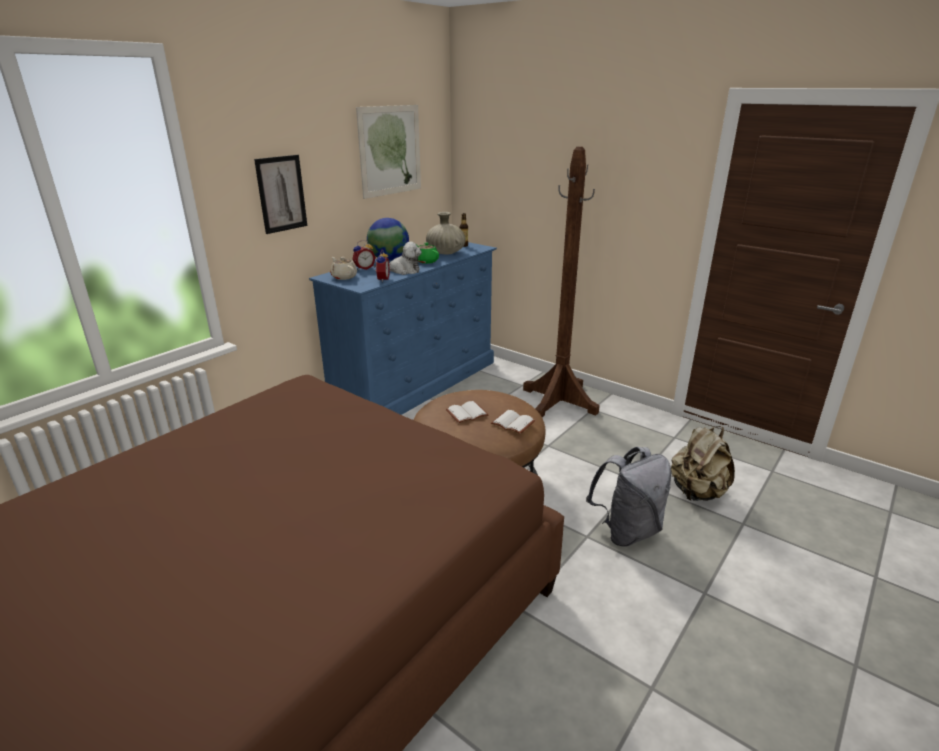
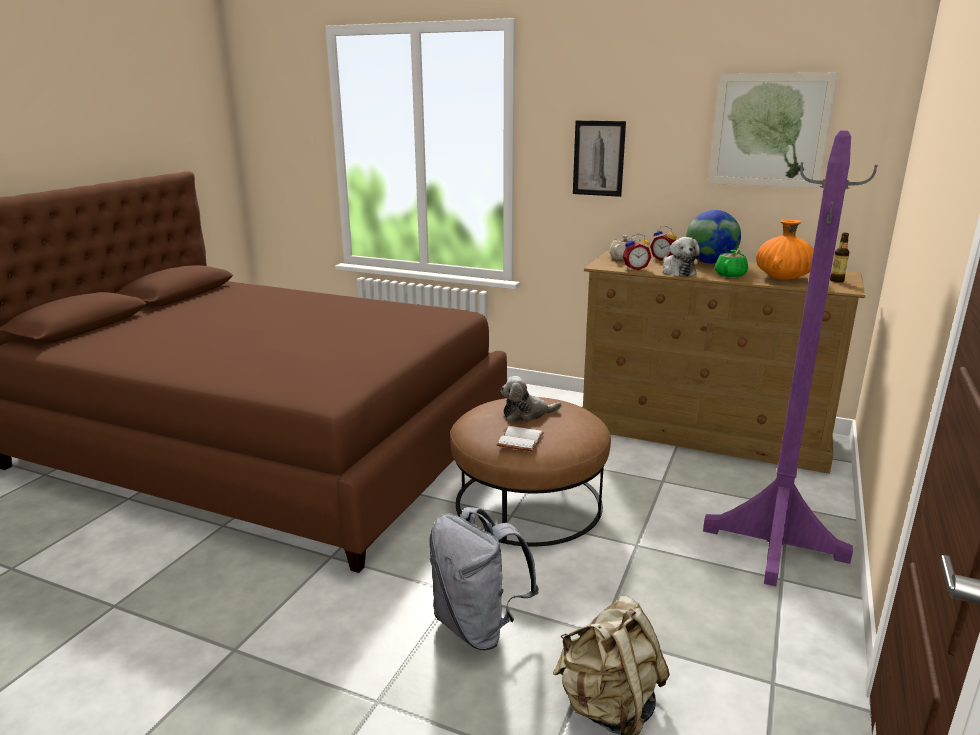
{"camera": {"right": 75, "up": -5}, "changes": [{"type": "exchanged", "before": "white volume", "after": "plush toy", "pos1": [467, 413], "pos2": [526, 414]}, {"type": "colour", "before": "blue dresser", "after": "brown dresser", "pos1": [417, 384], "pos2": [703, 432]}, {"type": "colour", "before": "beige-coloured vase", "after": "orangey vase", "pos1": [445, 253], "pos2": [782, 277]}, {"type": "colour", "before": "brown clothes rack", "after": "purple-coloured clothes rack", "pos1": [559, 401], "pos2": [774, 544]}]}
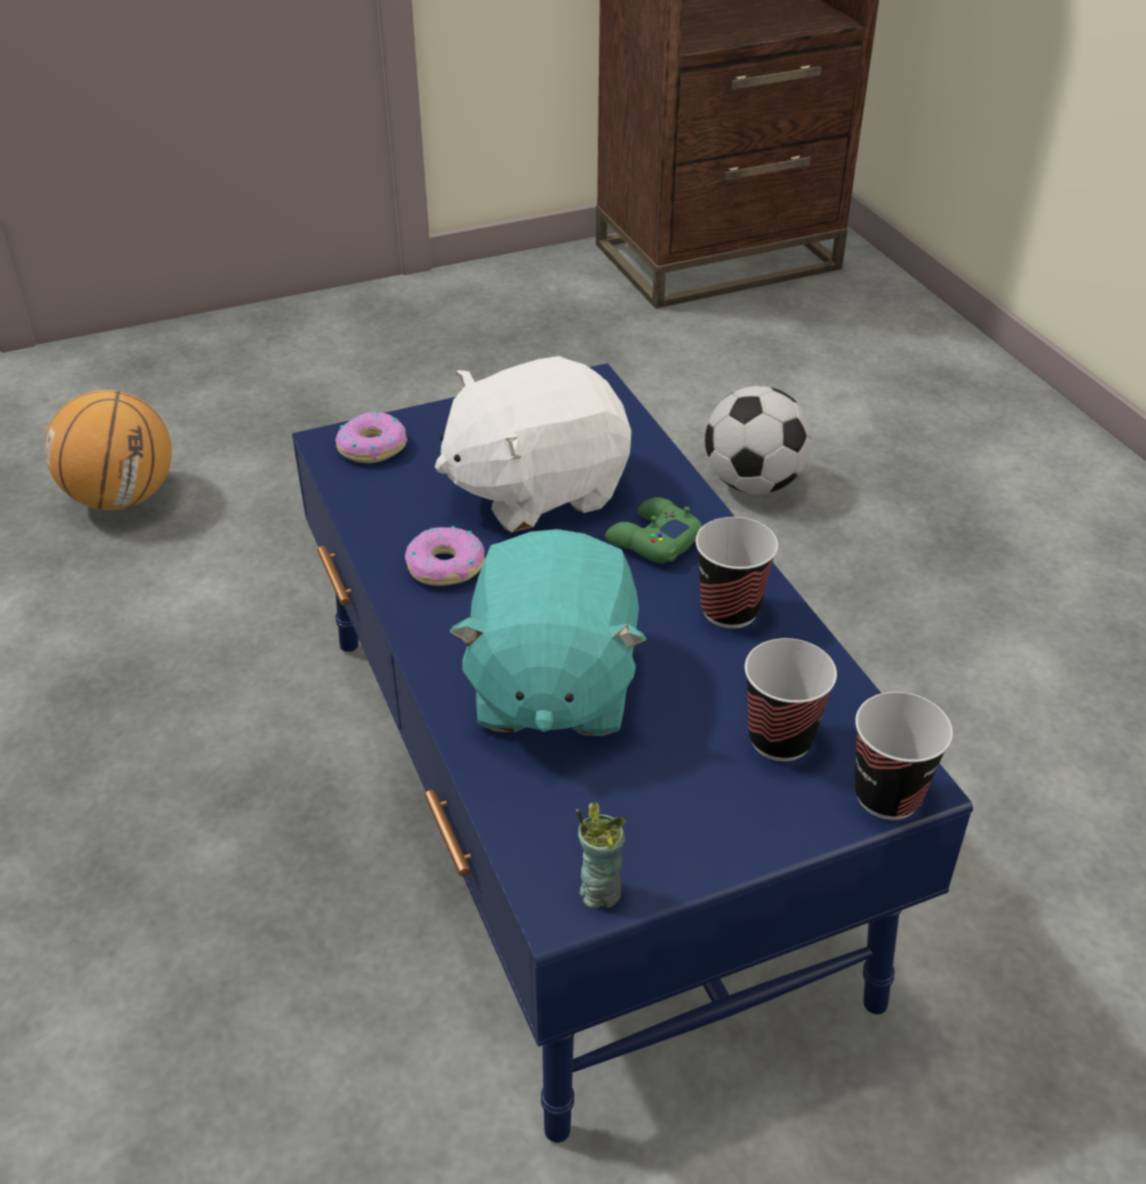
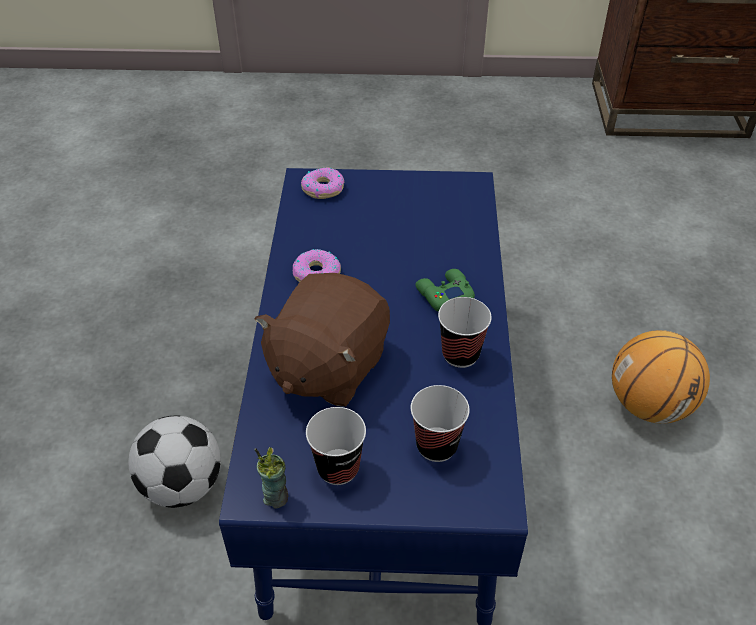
{"camera": {"right": 25, "up": 5}, "changes": [{"type": "missing", "before": "white plush toy", "pos1": [535, 489]}, {"type": "relocated", "before": "basketball", "pos1": [123, 498], "pos2": [649, 405]}, {"type": "relocated", "before": "football", "pos1": [754, 483], "pos2": [183, 486]}, {"type": "relocated", "before": "small cup", "pos1": [887, 795], "pos2": [338, 468]}, {"type": "colour", "before": "turquoise-coloured plush toy", "after": "brown plush toy", "pos1": [551, 687], "pos2": [327, 366]}]}
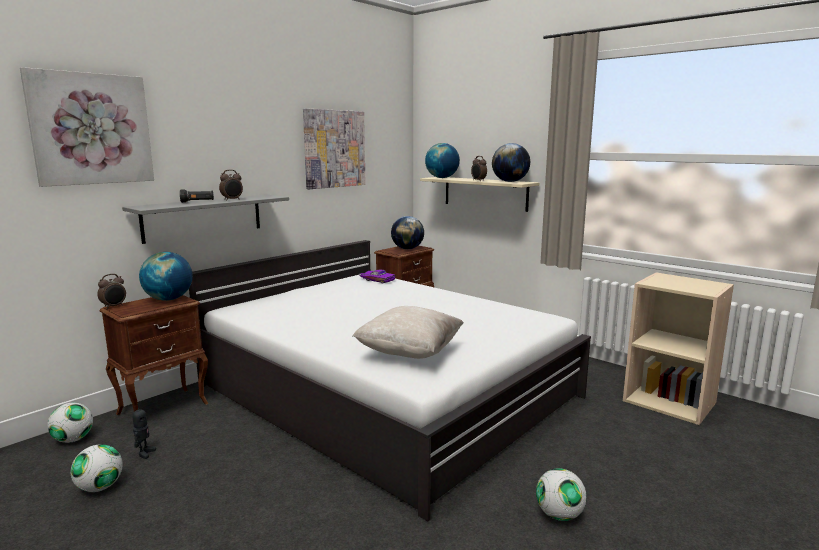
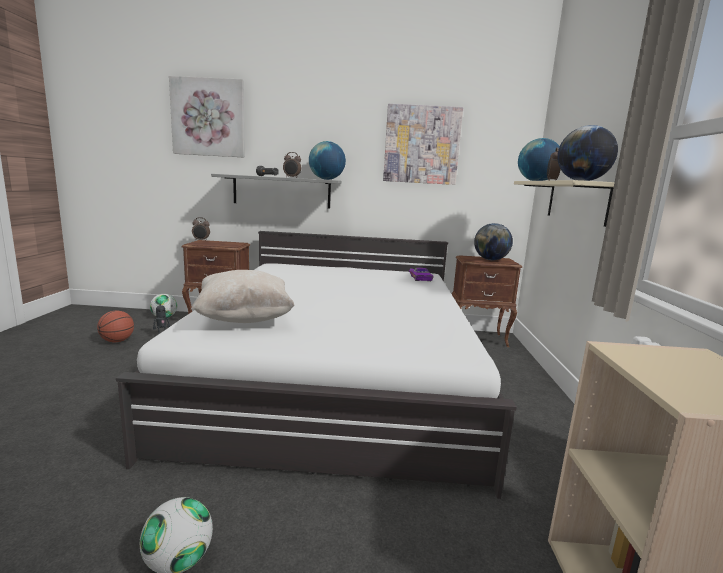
{"camera": {"right": 50, "up": 0}, "changes": [{"type": "relocated", "before": "desk globe", "pos1": [168, 299], "pos2": [326, 179]}, {"type": "exchanged", "before": "football", "after": "basketball", "pos1": [100, 487], "pos2": [117, 341]}]}
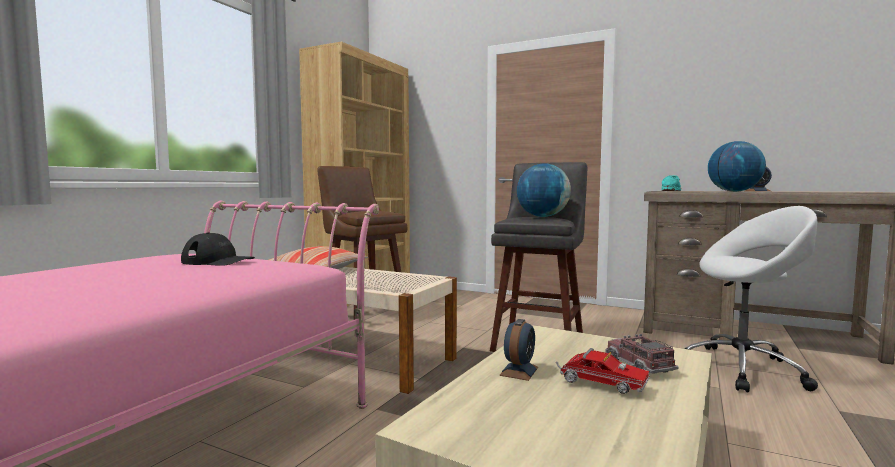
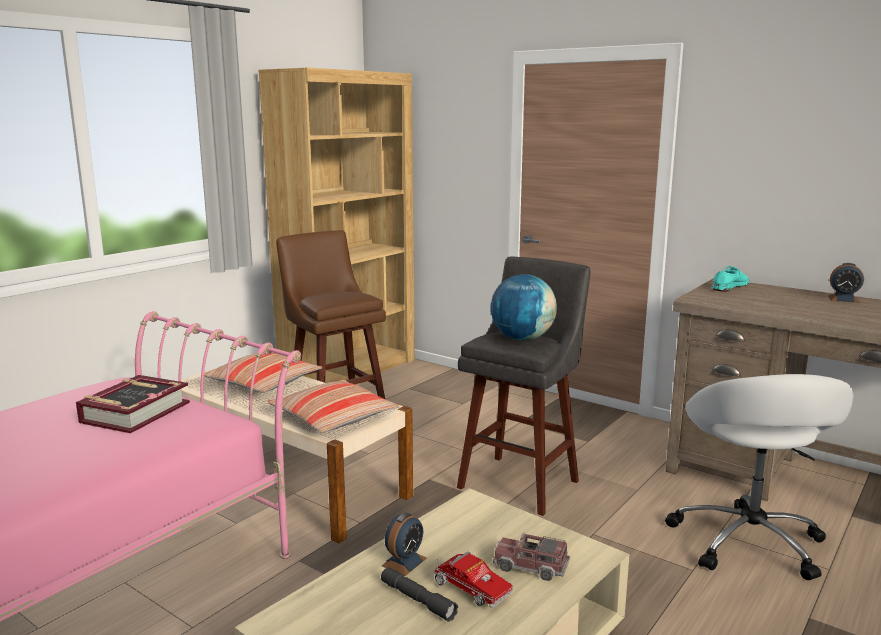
{"camera": {"right": 10, "up": 10}, "changes": [{"type": "missing", "before": "desk globe", "pos1": [734, 191]}, {"type": "appeared", "after": "throw pillow", "pos2": [334, 418]}, {"type": "appeared", "after": "gray hand torch", "pos2": [417, 600]}, {"type": "exchanged", "before": "blackish peaked cap", "after": "volume", "pos1": [218, 261], "pos2": [135, 412]}, {"type": "spun", "before": "model truck", "pos1": [639, 366], "pos2": [531, 567], "turn": -60}, {"type": "spun", "before": "white computer chair", "pos1": [745, 369], "pos2": [749, 544], "turn": 75}]}
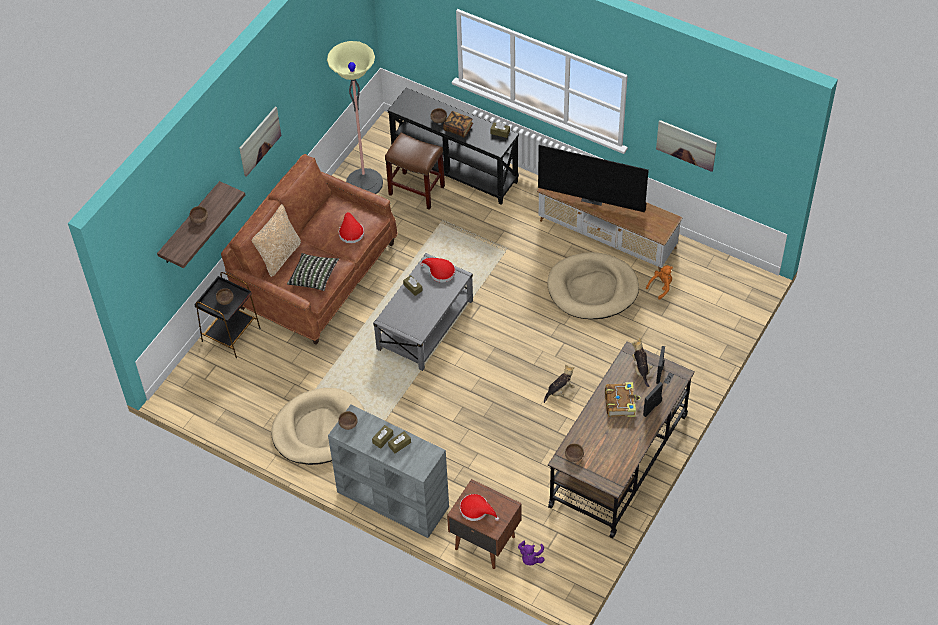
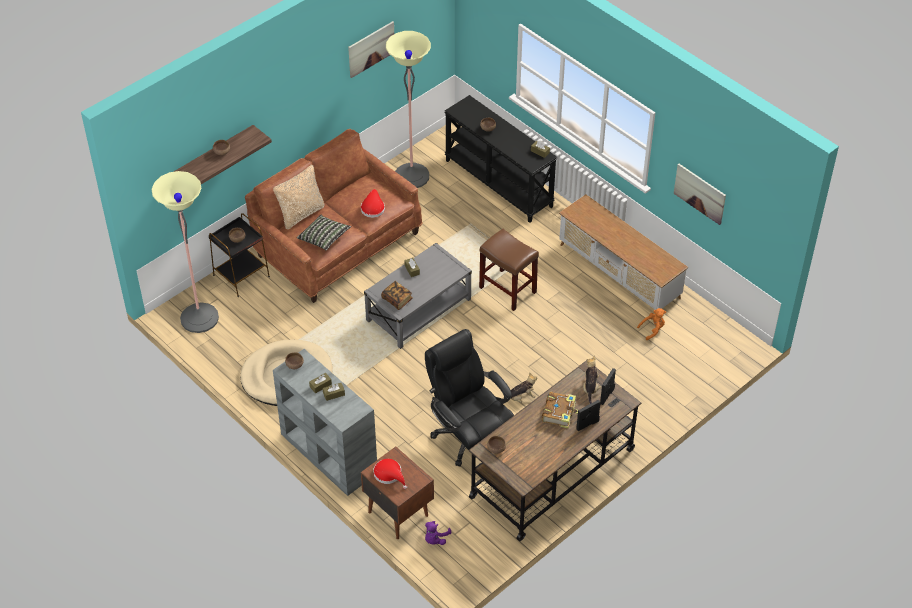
{"camera": {"right": 15, "up": -5}, "changes": [{"type": "missing", "before": "red-coloured clothing hat", "pos1": [440, 272]}, {"type": "missing", "before": "TV", "pos1": [593, 198]}, {"type": "missing", "before": "beige-coloured pet bed", "pos1": [592, 289]}, {"type": "appeared", "after": "floor lamp", "pos2": [199, 318]}, {"type": "appeared", "after": "blackish computer chair", "pos2": [469, 436]}, {"type": "relocated", "before": "wall picture", "pos1": [259, 141], "pos2": [371, 49]}, {"type": "relocated", "before": "brown stool", "pos1": [417, 190], "pos2": [508, 290]}, {"type": "relocated", "before": "volume", "pos1": [458, 128], "pos2": [397, 300]}]}
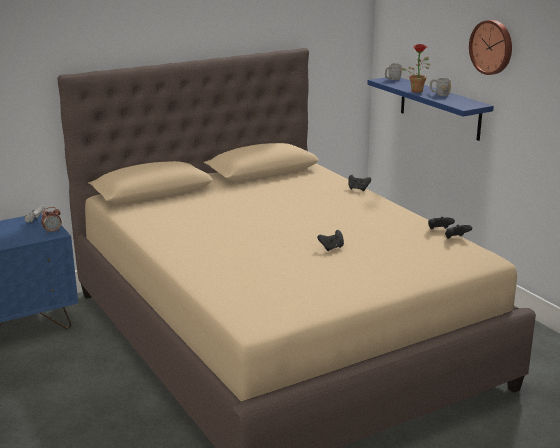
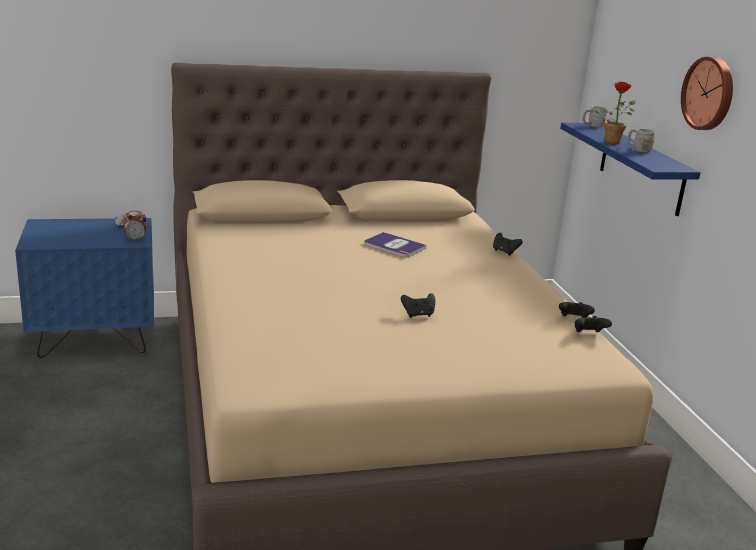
{"camera": {"right": 15, "up": 0}, "changes": [{"type": "appeared", "after": "volume", "pos2": [394, 246]}]}
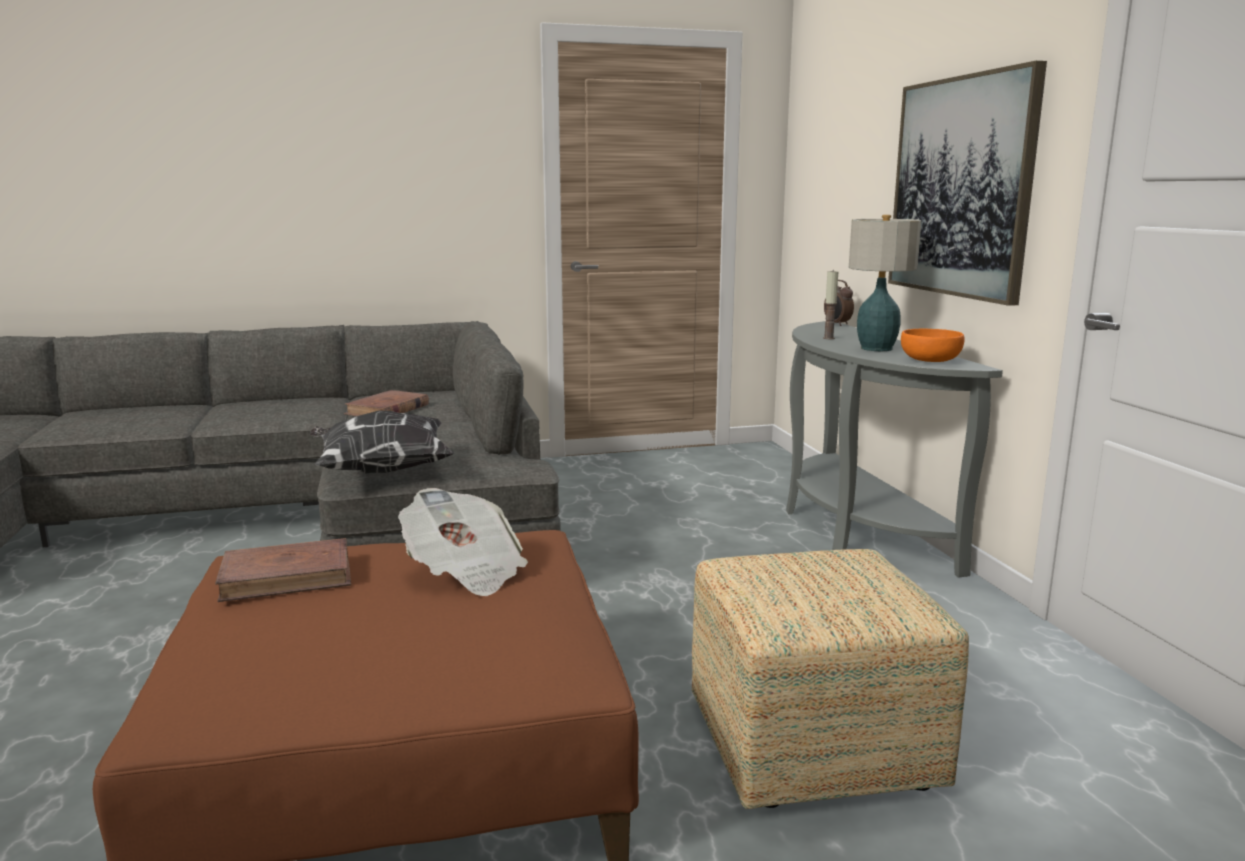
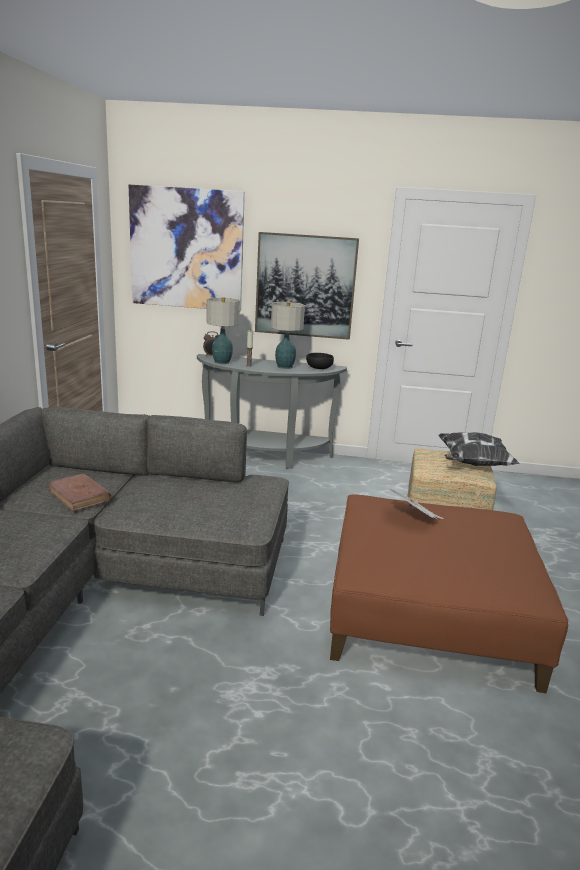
{"camera": {"right": -70, "up": 5}, "changes": [{"type": "missing", "before": "brown volume", "pos1": [288, 576]}, {"type": "appeared", "after": "wall picture", "pos2": [187, 249]}, {"type": "appeared", "after": "lamp for a table", "pos2": [221, 362]}, {"type": "relocated", "before": "throw pillow", "pos1": [381, 471], "pos2": [472, 464]}, {"type": "colour", "before": "orangey serving bowl", "after": "blackish serving bowl", "pos1": [929, 360], "pos2": [318, 368]}]}
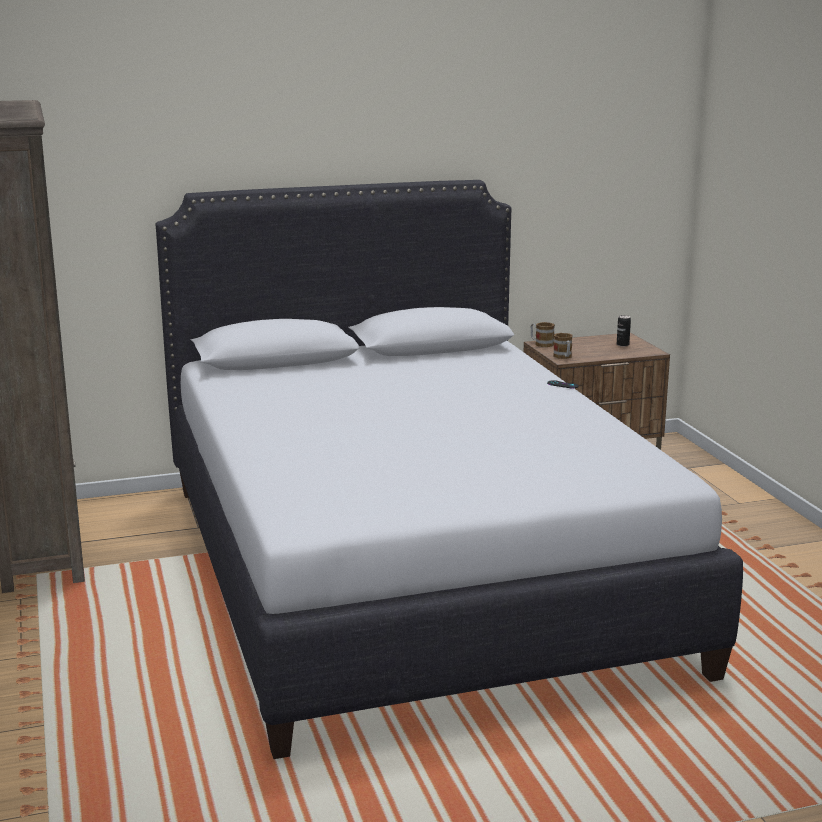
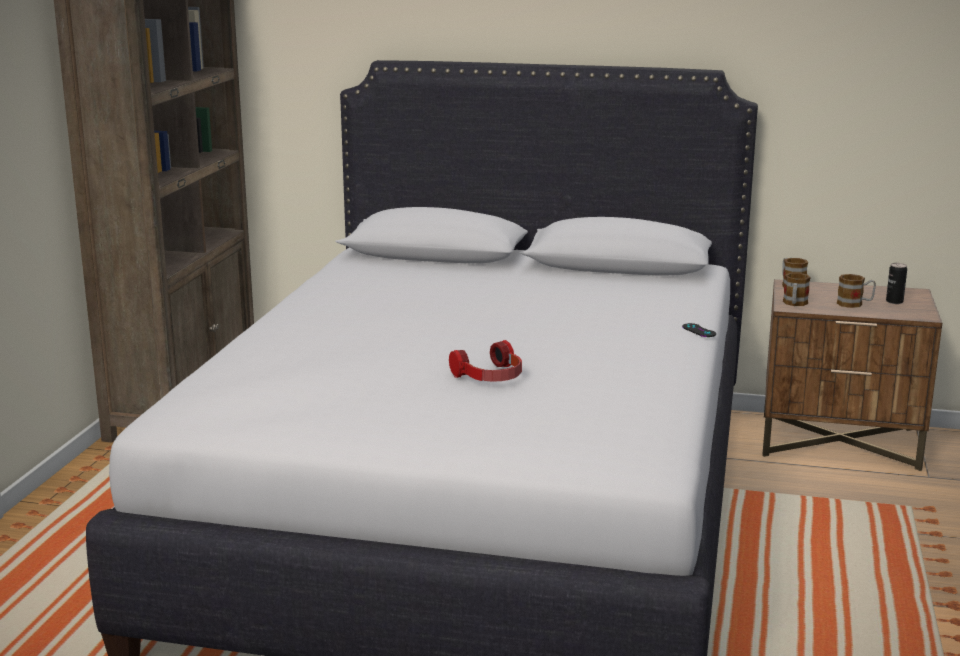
{"camera": {"right": 30, "up": 0}, "changes": [{"type": "appeared", "after": "headphones", "pos2": [490, 377]}, {"type": "appeared", "after": "mug", "pos2": [855, 304]}]}
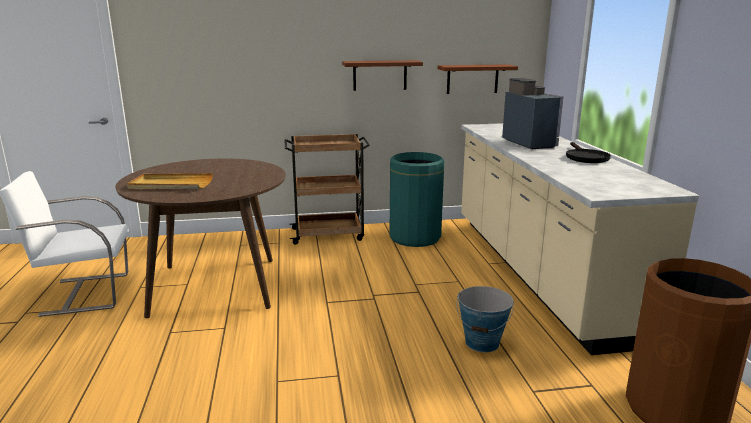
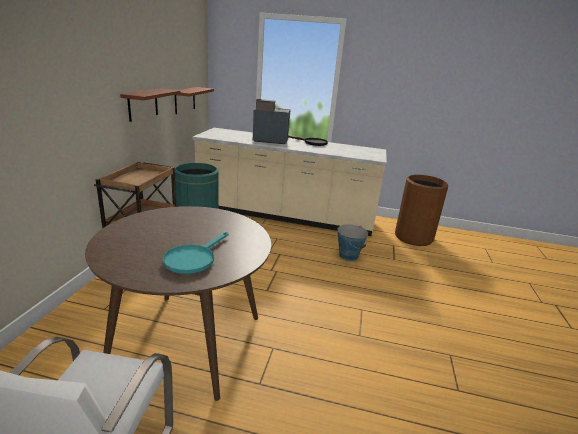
{"camera": {"right": -70, "up": 5}, "changes": [{"type": "exchanged", "before": "beige-coloured carrying tray", "after": "turquoise-coloured frying pan", "pos1": [171, 185], "pos2": [193, 258]}]}
